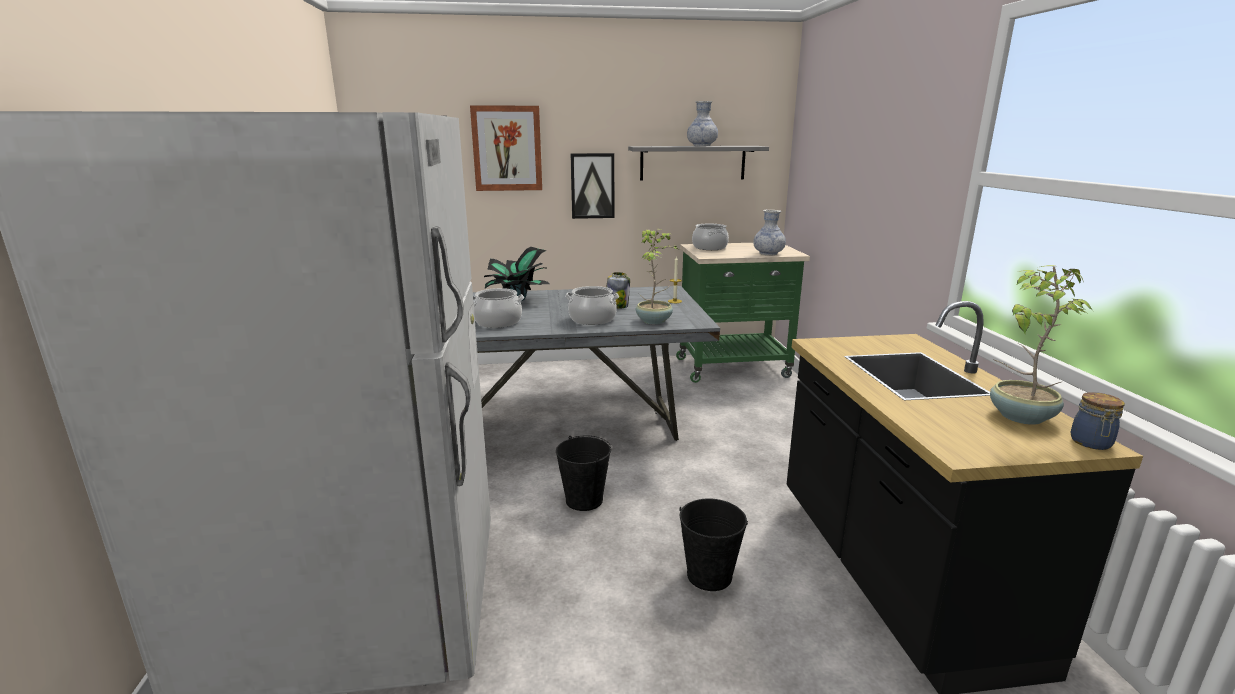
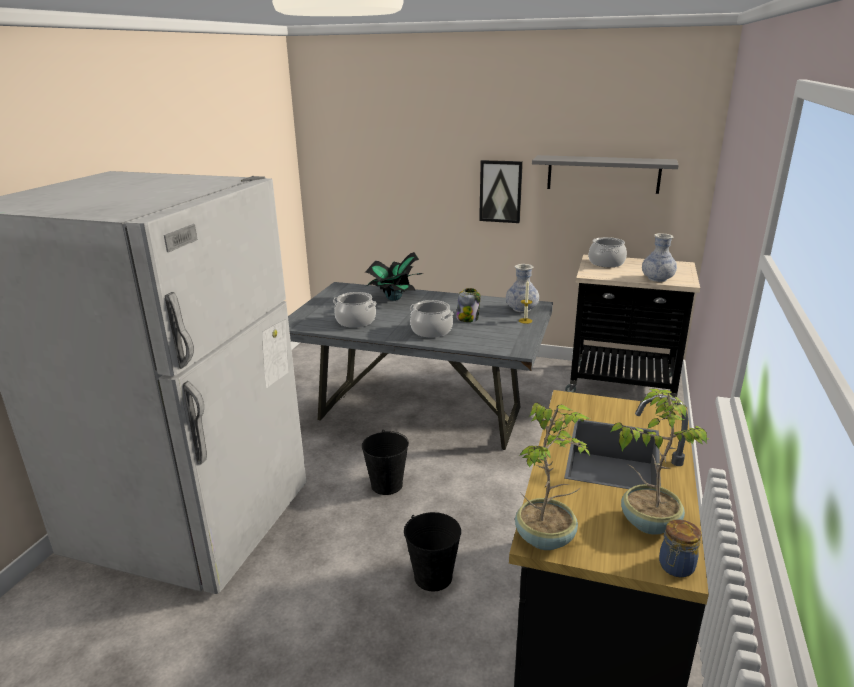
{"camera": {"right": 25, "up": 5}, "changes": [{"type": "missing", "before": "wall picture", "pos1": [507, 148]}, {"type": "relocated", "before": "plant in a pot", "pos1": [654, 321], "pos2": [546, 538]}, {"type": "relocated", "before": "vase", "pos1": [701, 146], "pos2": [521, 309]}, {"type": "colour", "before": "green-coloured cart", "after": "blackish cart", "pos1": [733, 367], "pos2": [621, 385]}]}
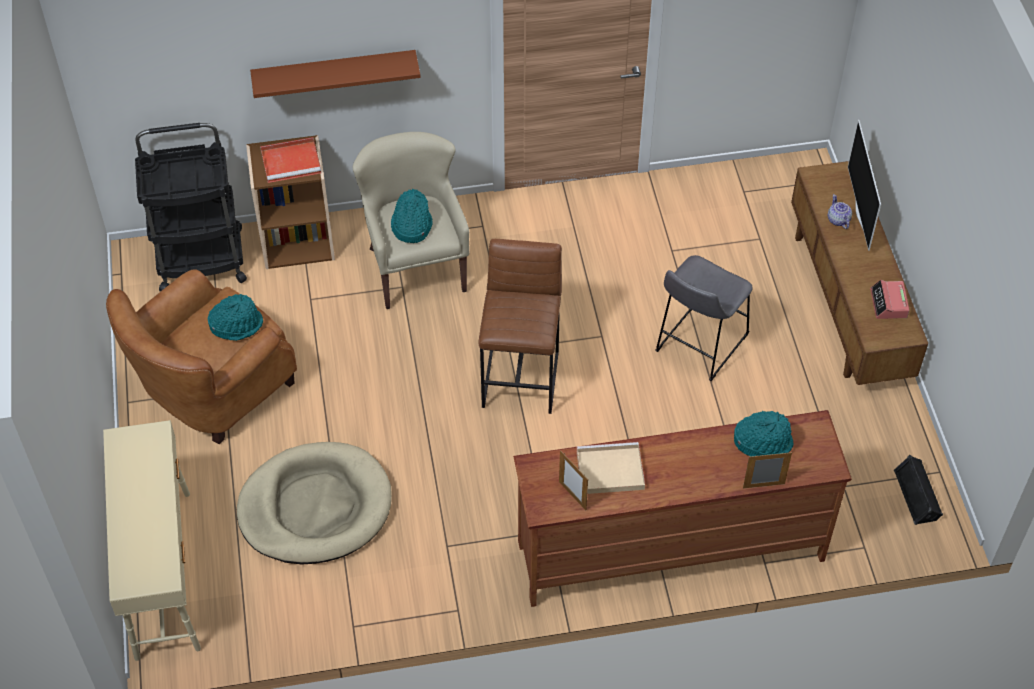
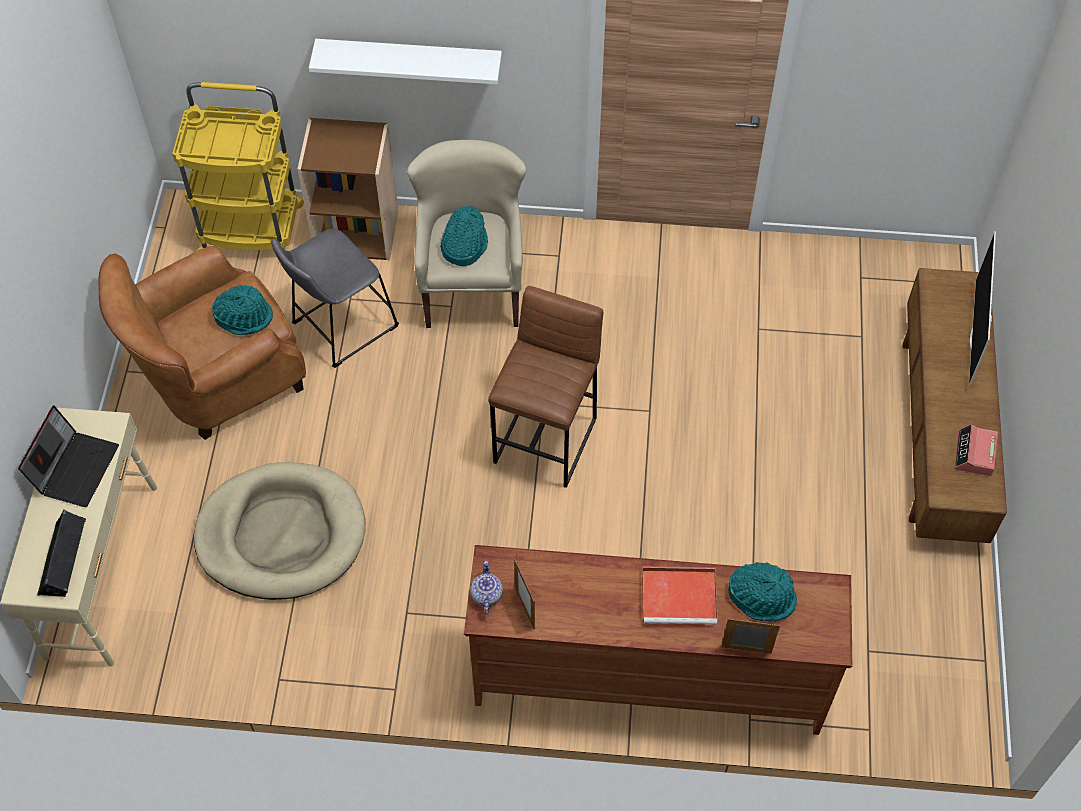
{"camera": {"right": 15, "up": 5}, "changes": [{"type": "missing", "before": "beige-coloured carrying tray", "pos1": [608, 471]}, {"type": "appeared", "after": "portable computer", "pos2": [75, 467]}, {"type": "relocated", "before": "red-coloured carrying tray", "pos1": [292, 161], "pos2": [680, 597]}, {"type": "relocated", "before": "gray stool", "pos1": [698, 346], "pos2": [340, 327]}, {"type": "relocated", "before": "teapot", "pos1": [838, 220], "pos2": [486, 595]}, {"type": "relocated", "before": "blackish loudspeaker", "pos1": [918, 494], "pos2": [64, 559]}, {"type": "colour", "before": "blackish cart", "after": "yellow cart", "pos1": [201, 261], "pos2": [250, 231]}, {"type": "colour", "before": "brown shelf", "after": "white shelf", "pos1": [334, 73], "pos2": [409, 60]}]}
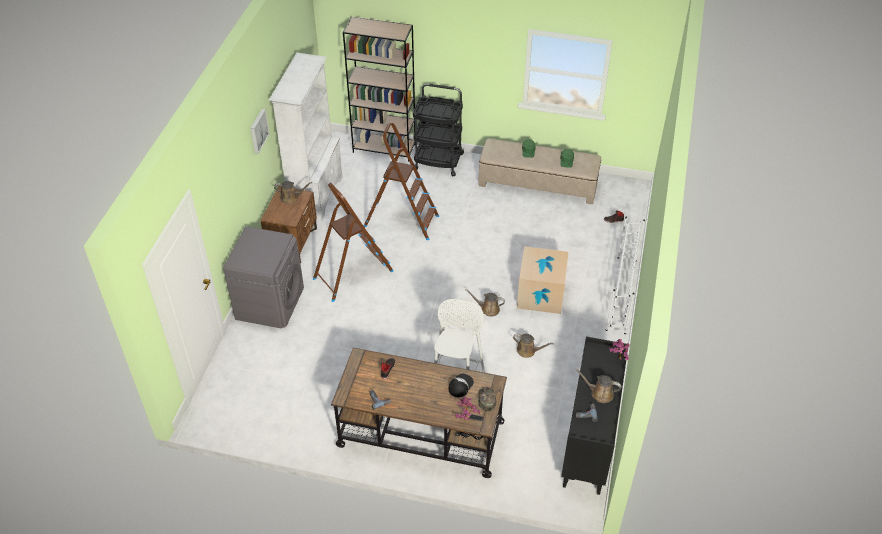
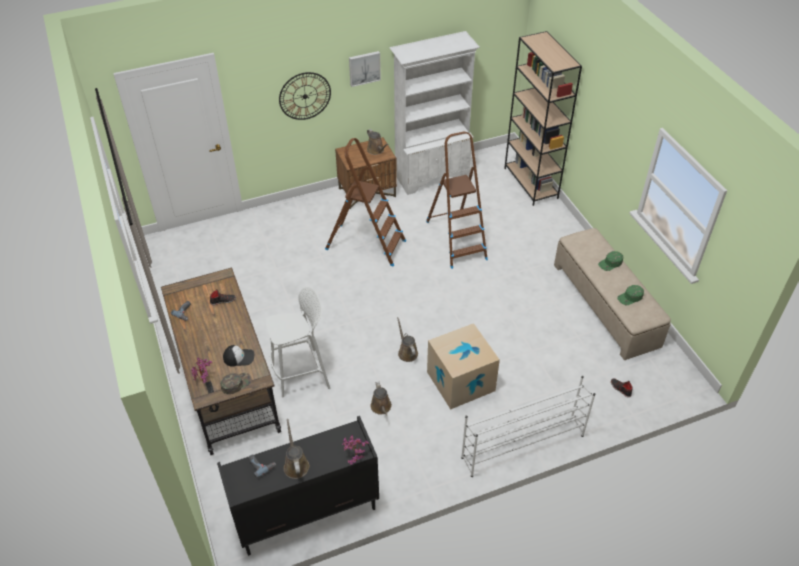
{"camera": {"right": 55, "up": 0}, "changes": [{"type": "missing", "before": "gray washing machine", "pos1": [271, 302]}, {"type": "missing", "before": "blackish cart", "pos1": [438, 162]}, {"type": "appeared", "after": "clock on the wall", "pos2": [305, 96]}]}
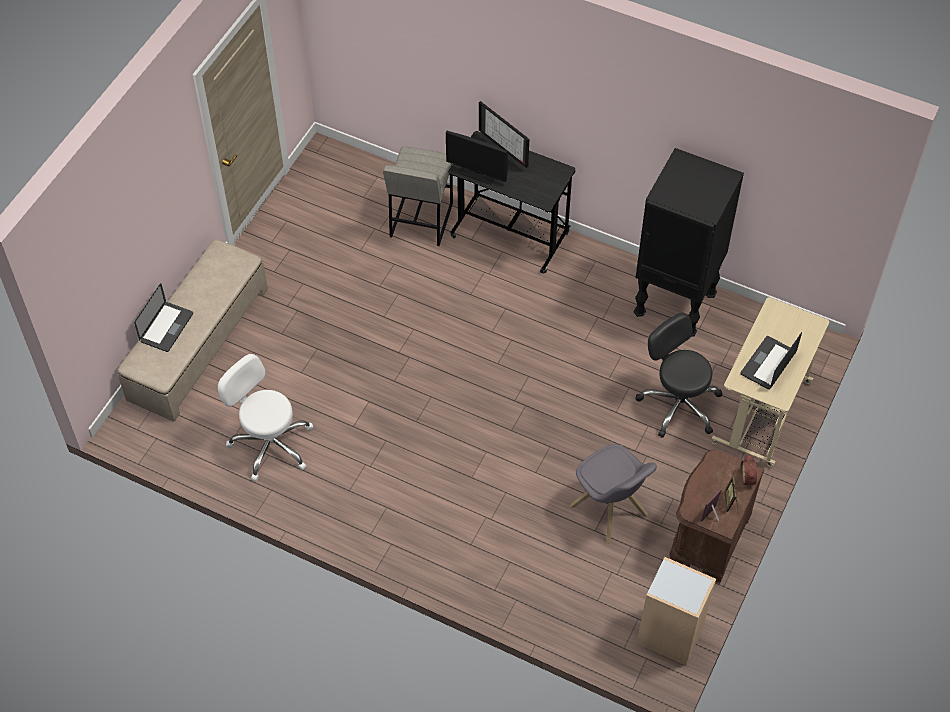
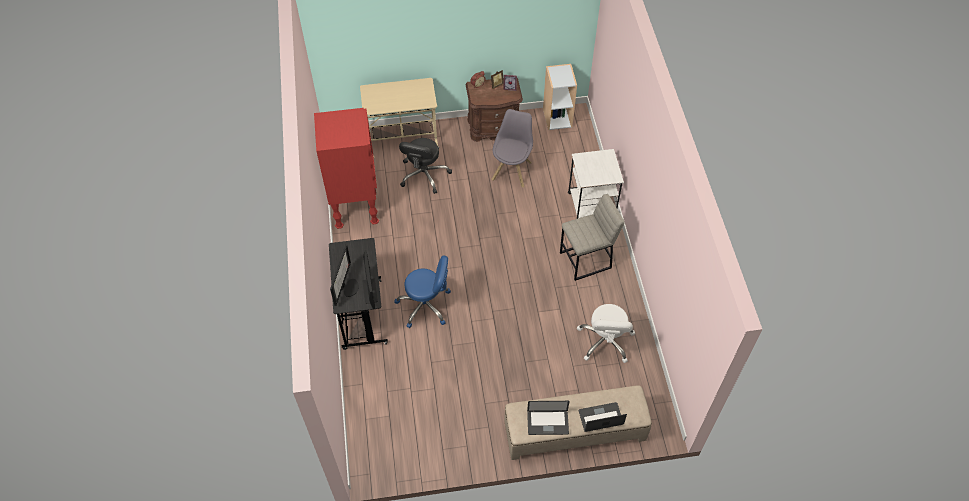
{"camera": {"right": -125, "up": 0}, "changes": [{"type": "appeared", "after": "blue computer chair", "pos2": [427, 305]}, {"type": "appeared", "after": "white cart", "pos2": [591, 206]}, {"type": "relocated", "before": "gray chair", "pos1": [421, 221], "pos2": [586, 260]}, {"type": "relocated", "before": "portable computer", "pos1": [768, 363], "pos2": [547, 423]}, {"type": "colour", "before": "blackish cabinet", "after": "red-coloured cabinet", "pos1": [675, 303], "pos2": [356, 208]}]}
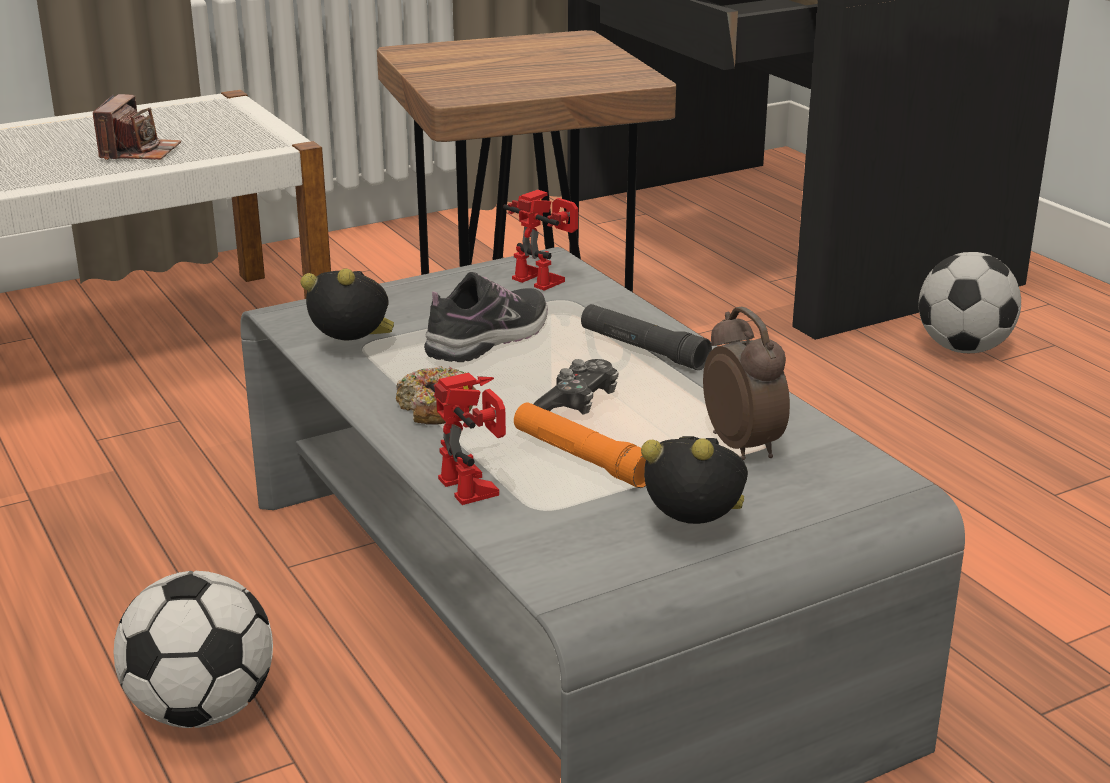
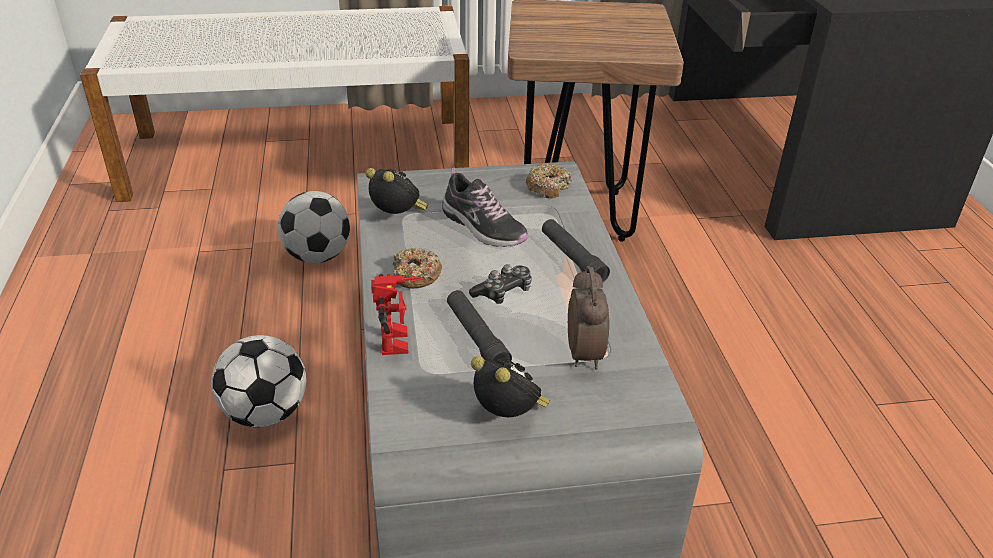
{"camera": {"right": 20, "up": 10}, "changes": [{"type": "missing", "before": "photo camera", "pos1": [139, 152]}, {"type": "relocated", "before": "football", "pos1": [962, 348], "pos2": [317, 256]}, {"type": "exchanged", "before": "model robot", "after": "donut", "pos1": [545, 279], "pos2": [548, 187]}, {"type": "colour", "before": "orangey hand torch", "after": "blackish hand torch", "pos1": [581, 458], "pos2": [476, 337]}, {"type": "spun", "before": "item of footwear", "pos1": [490, 338], "pos2": [483, 227], "turn": 75}]}
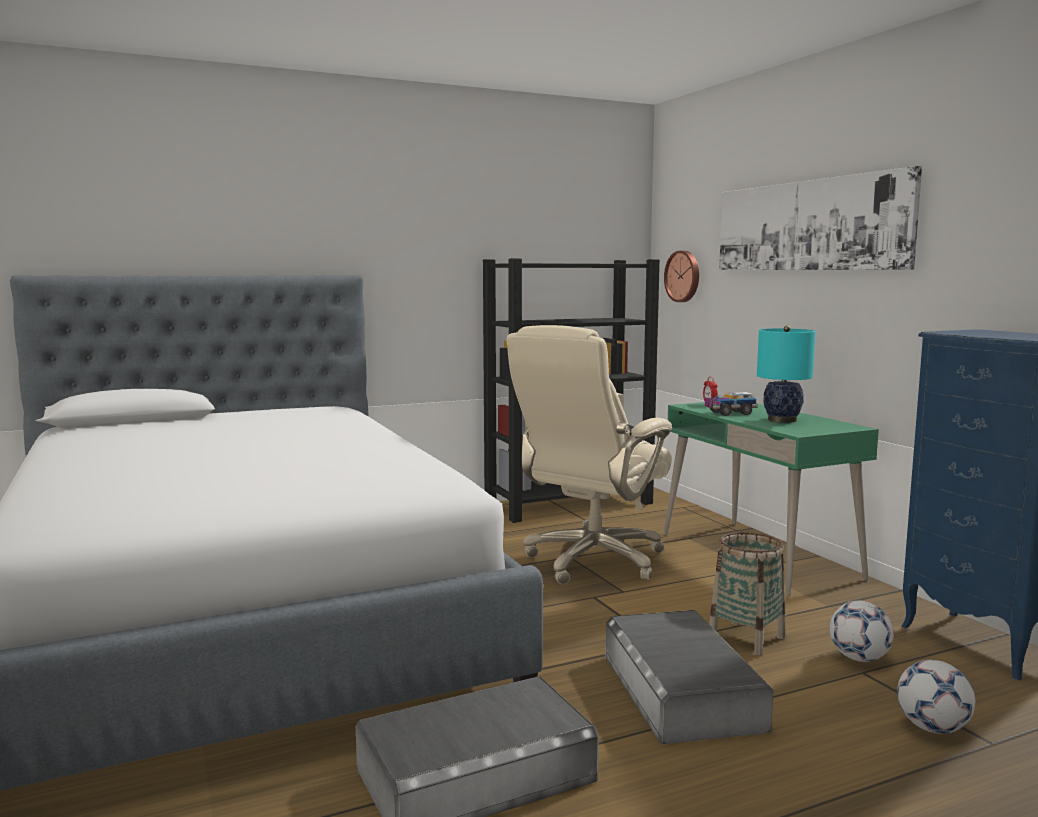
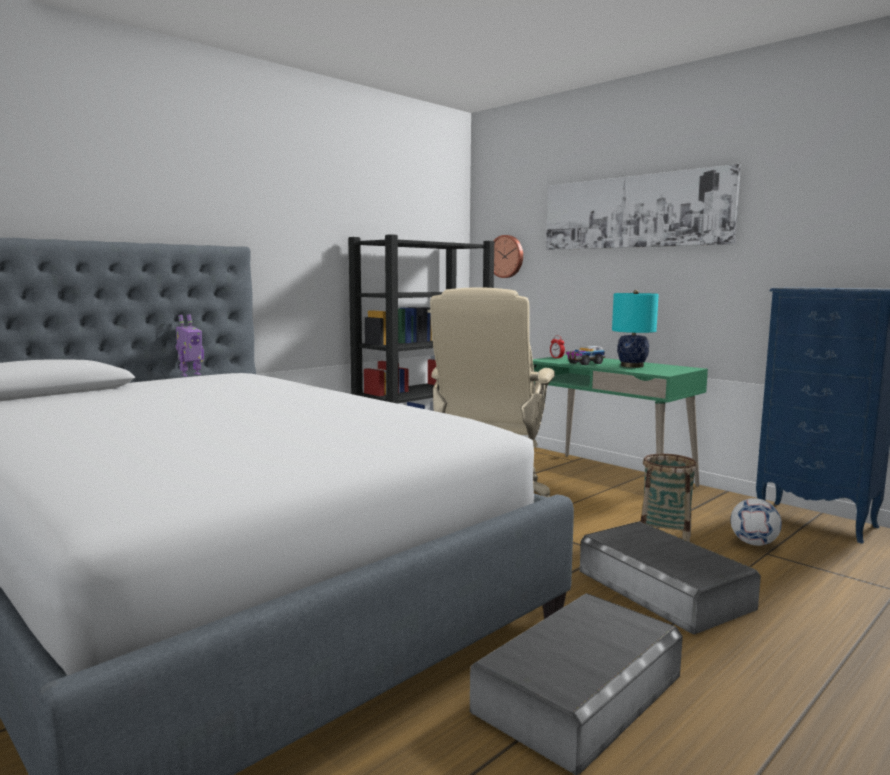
{"camera": {"right": -20, "up": 0}, "changes": [{"type": "missing", "before": "football", "pos1": [932, 728]}, {"type": "appeared", "after": "model robot", "pos2": [190, 375]}]}
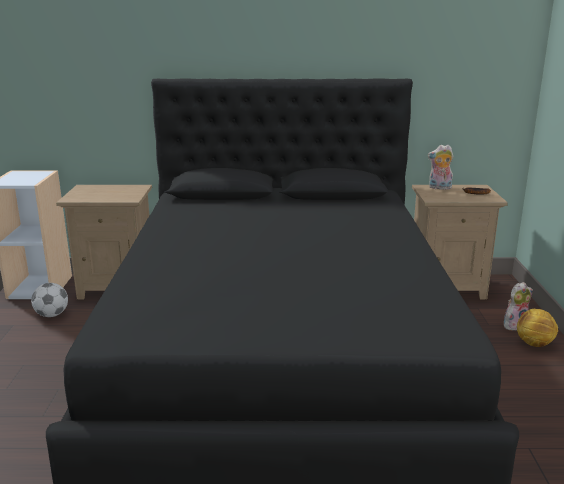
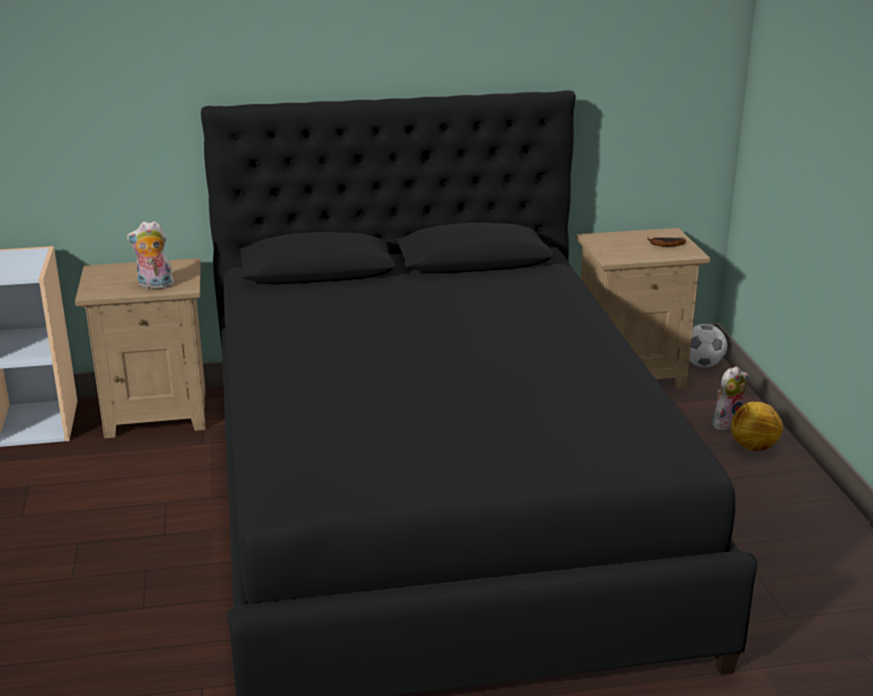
{"camera": {"right": -10, "up": 5}, "changes": [{"type": "relocated", "before": "football", "pos1": [52, 315], "pos2": [702, 364]}, {"type": "relocated", "before": "plush toy", "pos1": [439, 188], "pos2": [154, 286]}]}
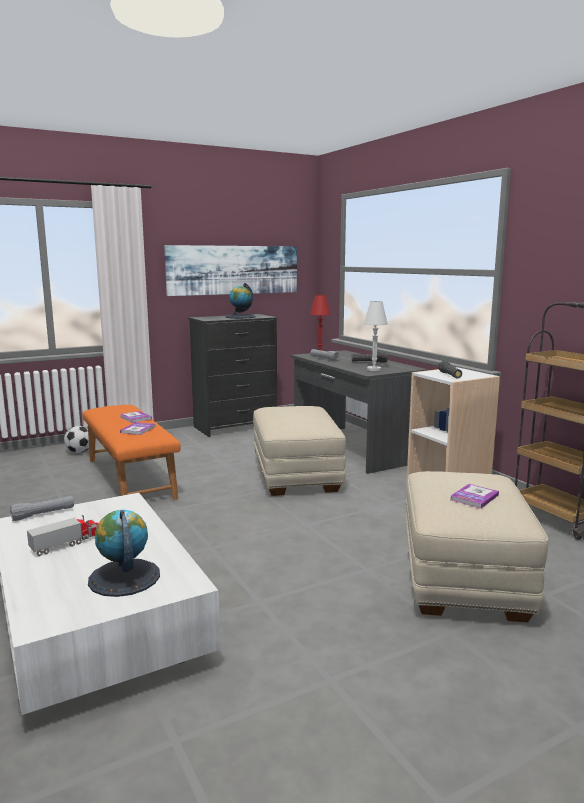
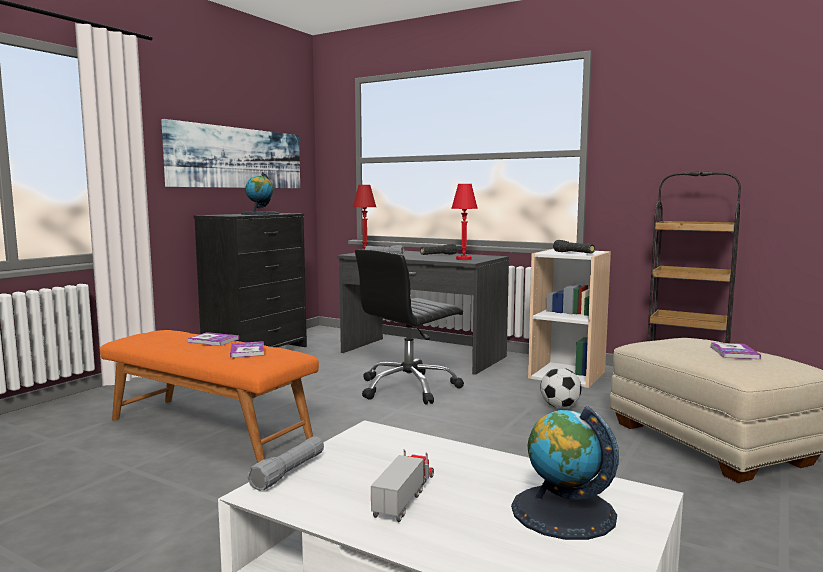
{"camera": {"right": -30, "up": -5}, "changes": [{"type": "relocated", "before": "football", "pos1": [79, 452], "pos2": [560, 407]}, {"type": "exchanged", "before": "beige-coloured pouffe", "after": "blackish computer chair", "pos1": [296, 475], "pos2": [408, 388]}, {"type": "colour", "before": "white lamp for a table", "after": "red-coloured lamp for a table", "pos1": [374, 369], "pos2": [463, 259]}]}
